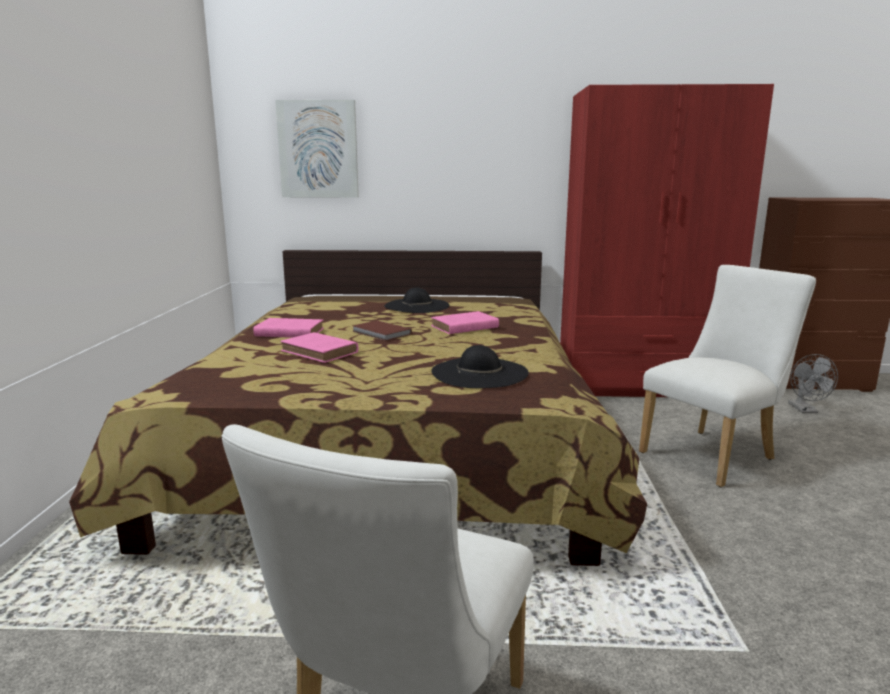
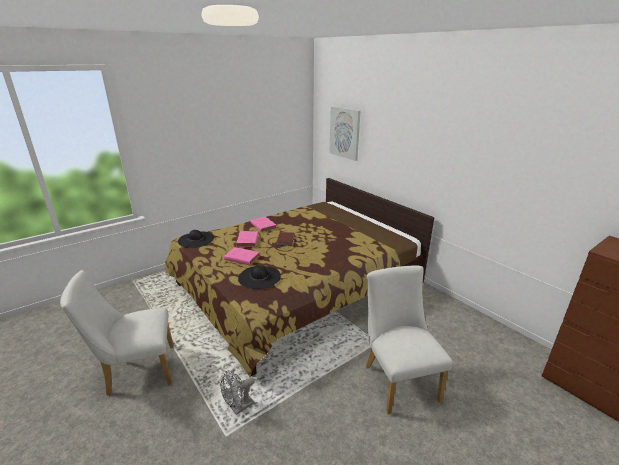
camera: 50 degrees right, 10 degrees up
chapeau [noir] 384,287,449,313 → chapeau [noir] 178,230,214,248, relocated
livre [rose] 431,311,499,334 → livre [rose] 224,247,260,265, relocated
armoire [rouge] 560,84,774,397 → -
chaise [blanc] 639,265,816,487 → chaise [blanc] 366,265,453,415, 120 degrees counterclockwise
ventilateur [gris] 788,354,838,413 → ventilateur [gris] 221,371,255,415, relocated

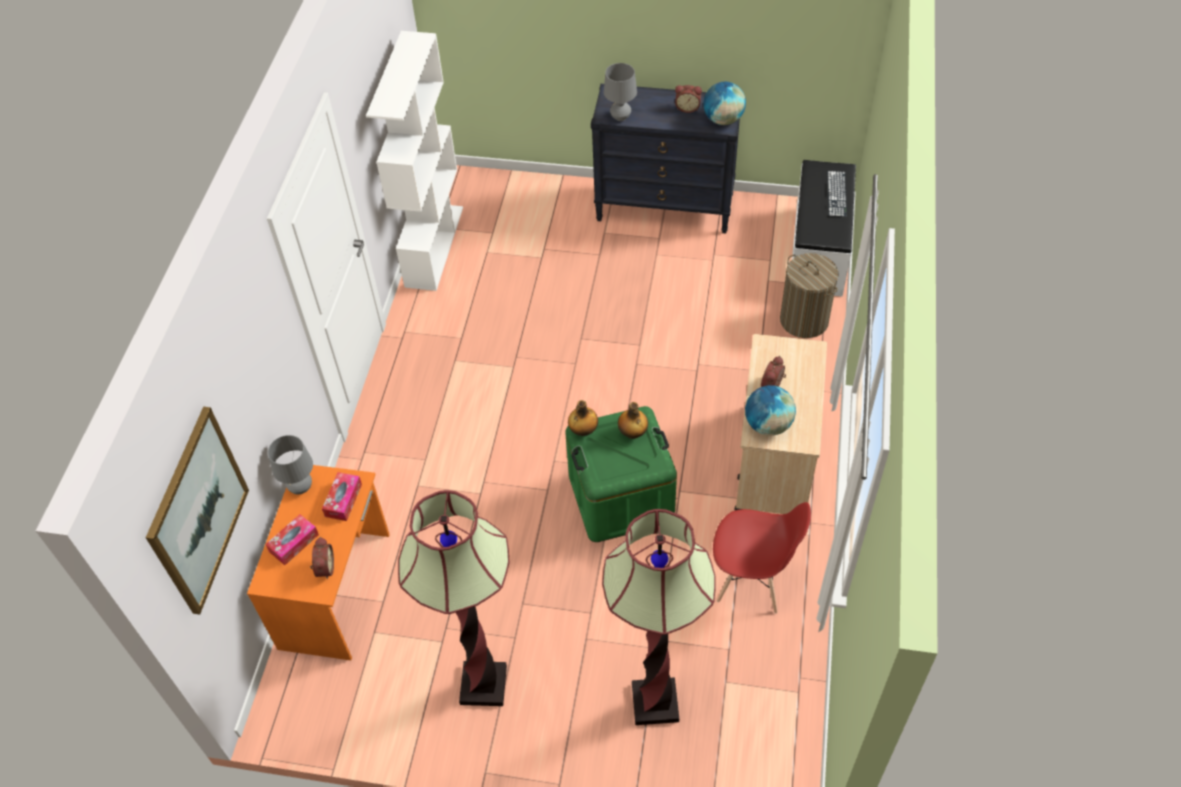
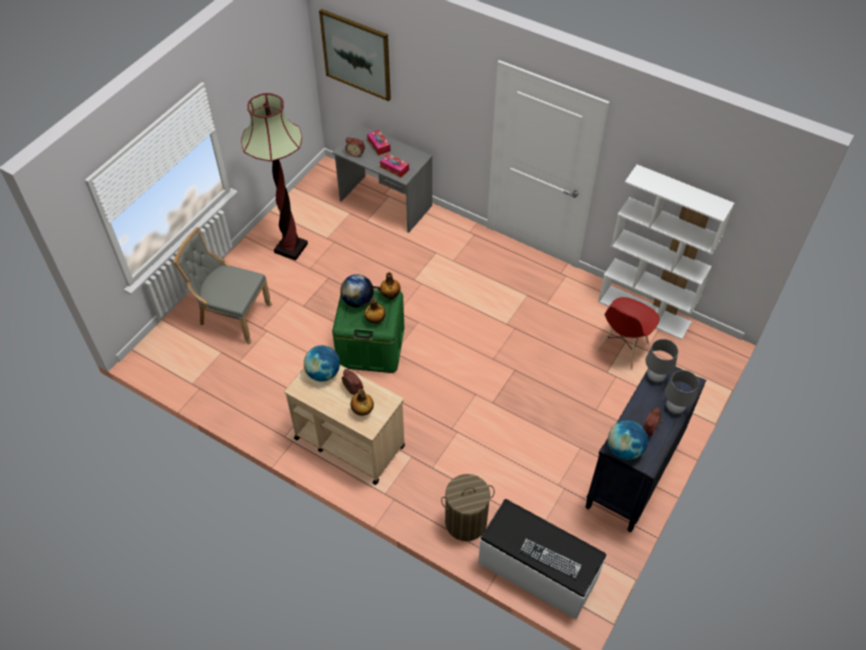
camera: 110 degrees right, 0 degrees up
bureau [orange] 247,465,390,660 → bureau [gris] 332,125,432,233
lampe de table [gris] 268,435,313,494 → lampe de table [gris] 665,370,699,414, relocated
lampadaire 602,509,716,725 → chaise [gris] 173,227,272,345
chaise [rouge] 713,502,811,613 → chaise [rouge] 596,297,660,370, relocated
- → globe 341,274,374,307
- → bouteille 350,389,374,416

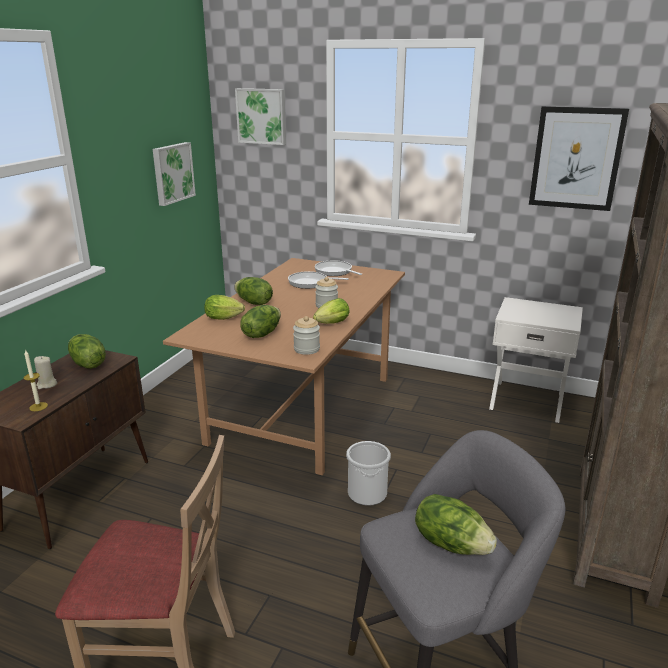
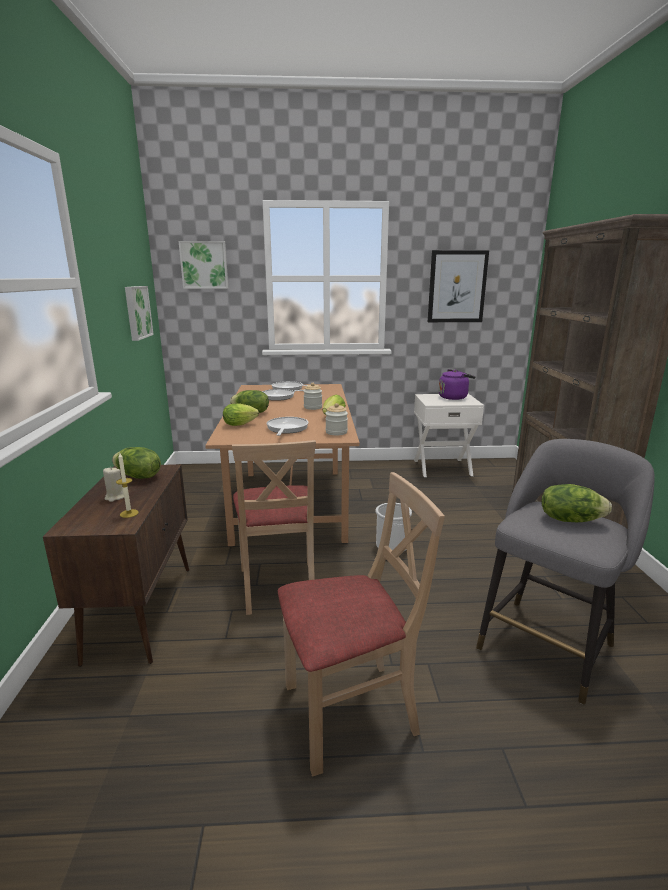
camera: 25 degrees left, 5 degrees down
laitue 240,305,281,338 → poêle 267,417,308,436
- → chaise [beige] 232,440,316,615
- → bouilloire [violet] 439,369,476,400

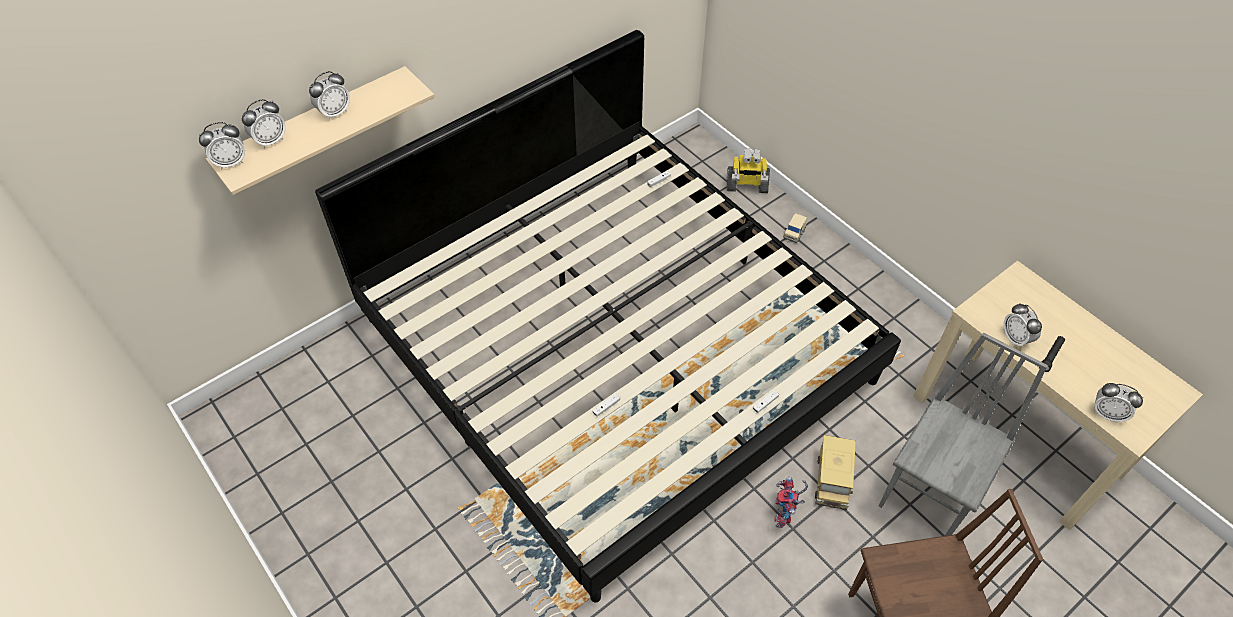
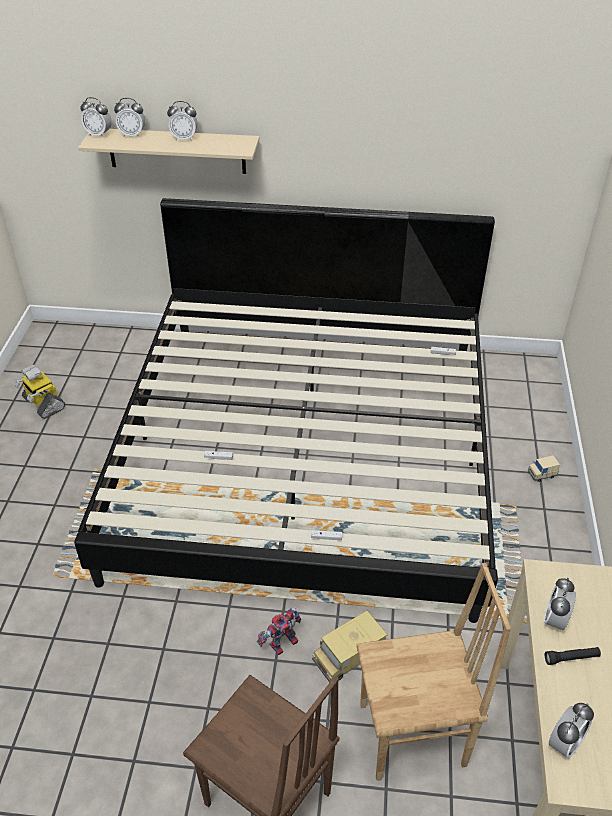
camera: 45 degrees right, 10 degrees down
robot jouet 727,148,770,193 → robot jouet 14,365,65,419, relocated
chaise [gris] 879,333,1048,536 → chaise [marron] 356,563,511,781
réveil 1095,383,1143,423 → réveil 549,703,594,759, 120 degrees counterclockwise

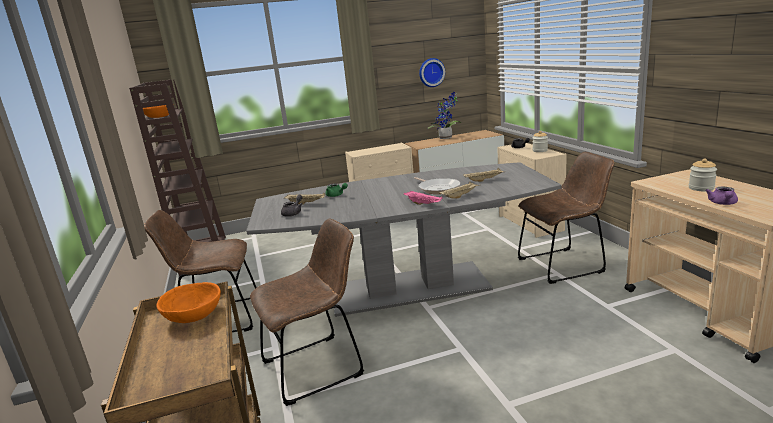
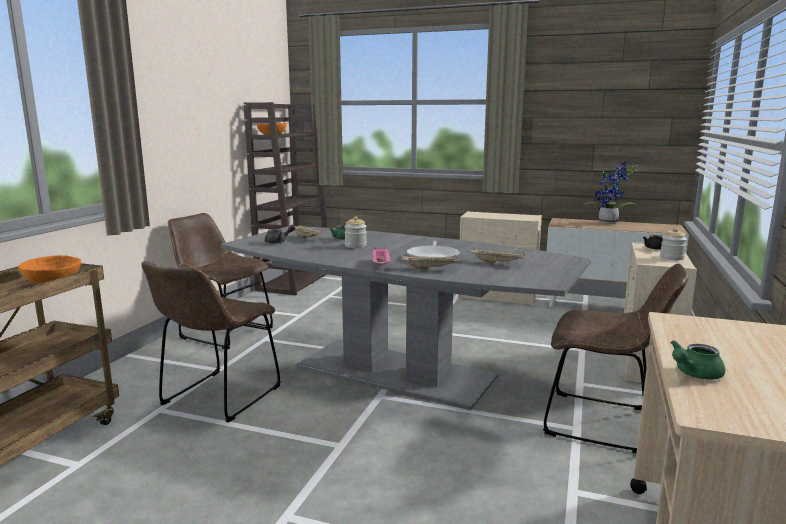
camera: 35 degrees right, 5 degrees down
chaise [marron] 250,218,364,406 → chaise [marron] 141,261,281,422, 105 degrees clockwise
horloge murale 419,58,445,87 → -
bocal 689,159,717,191 → bocal 344,216,367,248, relocated
théière [violet] 705,187,738,205 → théière [vert] 670,340,725,380

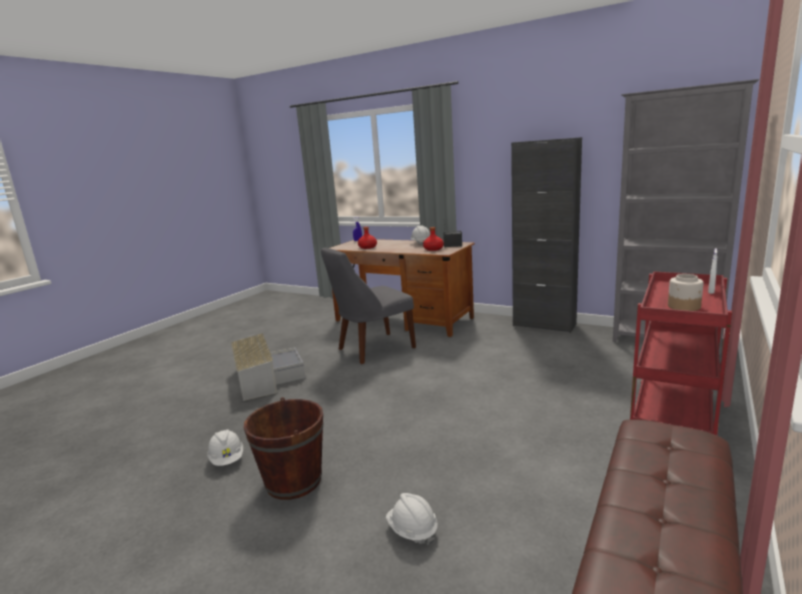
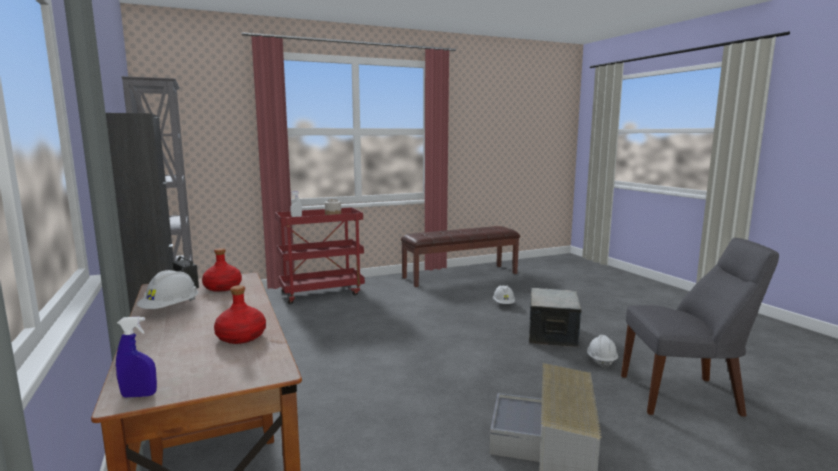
camera: 145 degrees left, 5 degrees down
seau [marron] 244,397,323,500 → boîte de rangement 529,288,582,347
chaise [gris] 321,247,416,364 → chaise [gris] 621,238,779,417, relocated

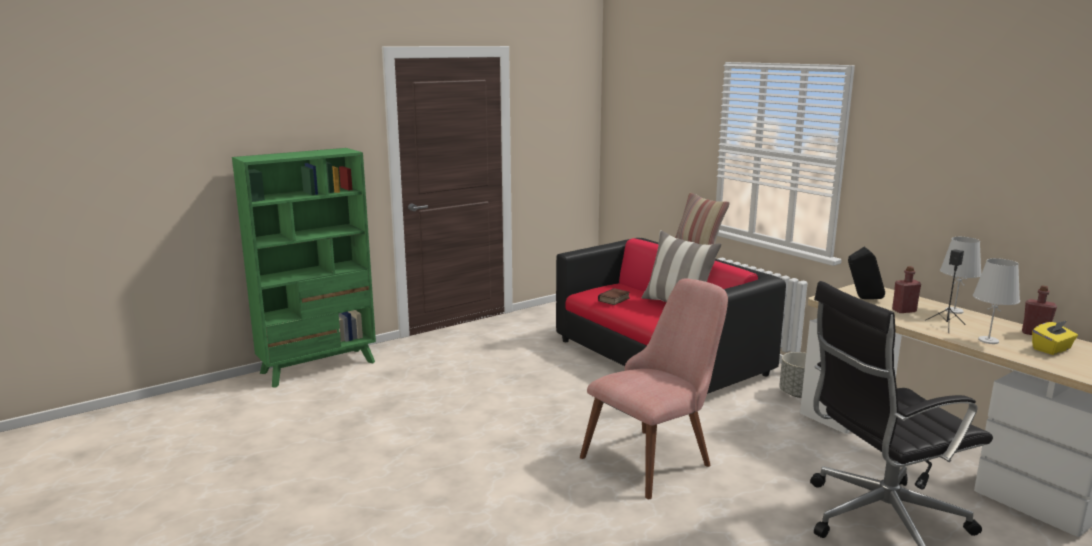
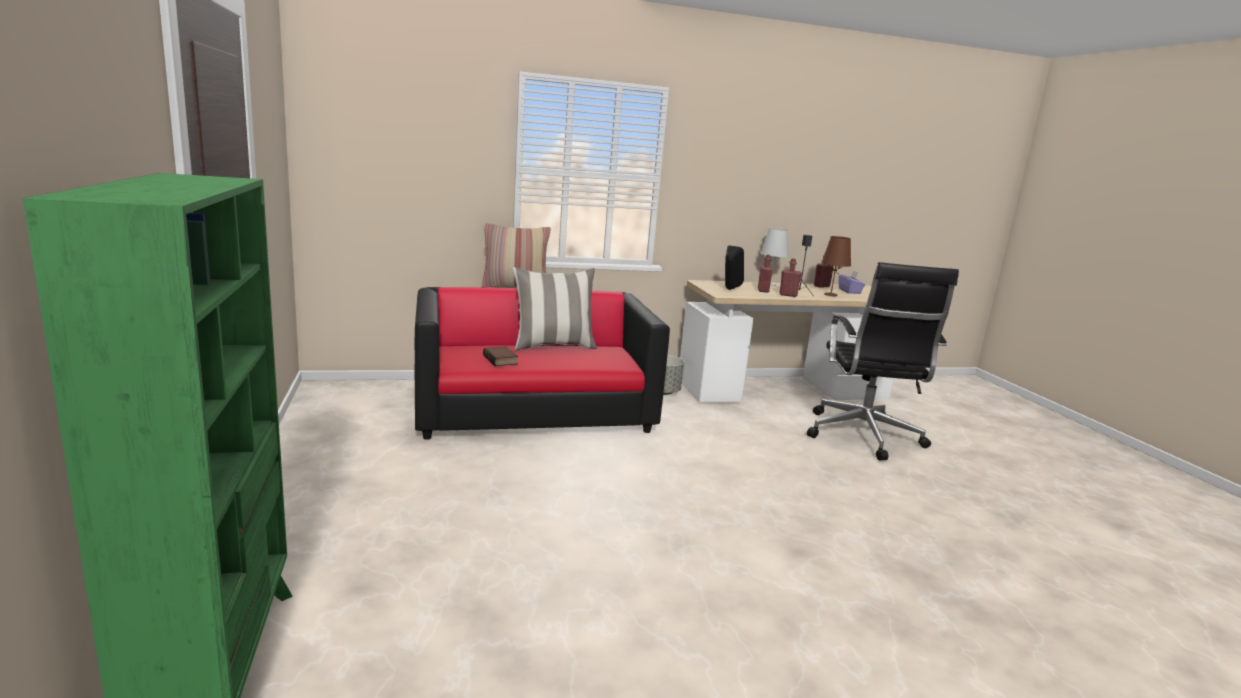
camera: 70 degrees left, 0 degrees up
chaise [rose] 580,278,728,499 → -
lampe de table [blanc] 973,258,1020,344 → lampe de table [marron] 822,236,851,296
boîte à mouchoirs [jaune] 1032,320,1078,355 → boîte à mouchoirs [violet] 839,271,865,294
- → bouteille [rouge] 779,258,802,297

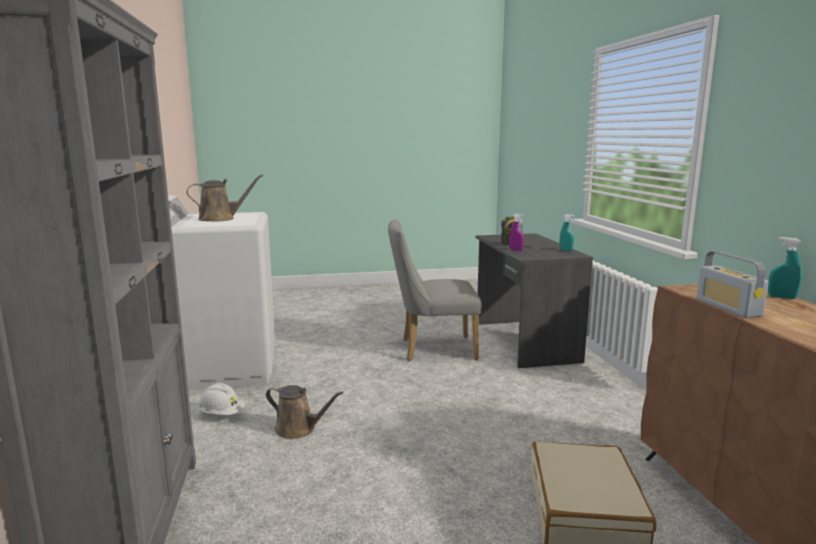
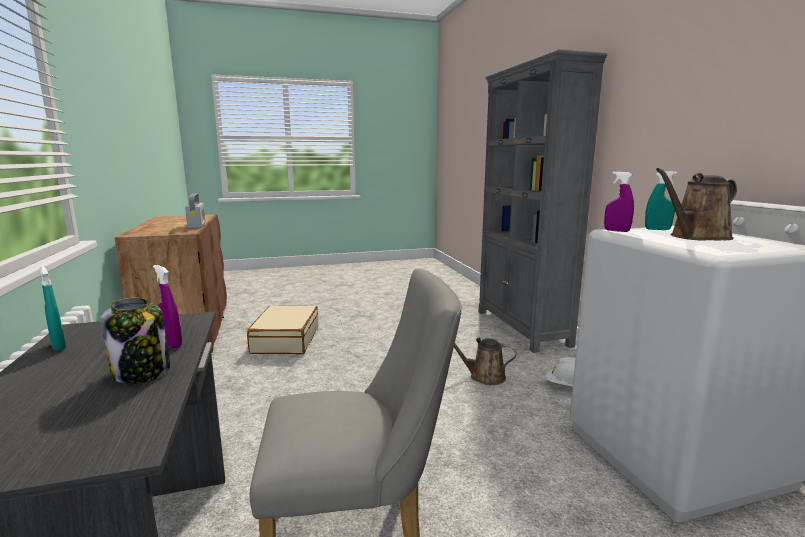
camera: 175 degrees right, 0 degrees up
vaporisateur [turquoise] 768,237,802,299 → vaporisateur [turquoise] 645,171,677,230, relocated
- → vaporisateur [violet] 604,171,634,232

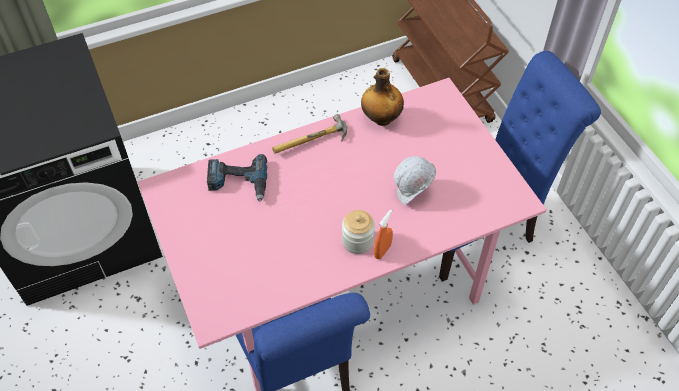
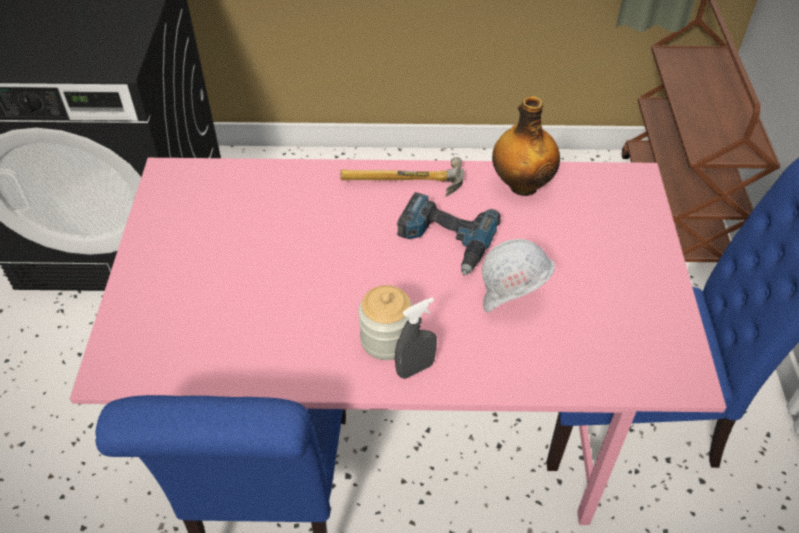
camera: 25 degrees right, 5 degrees down
perceuse 207,154,267,202 → perceuse 397,192,501,275, relocated
vaporisateur [orange] 374,210,393,259 → vaporisateur [gris] 395,297,437,379

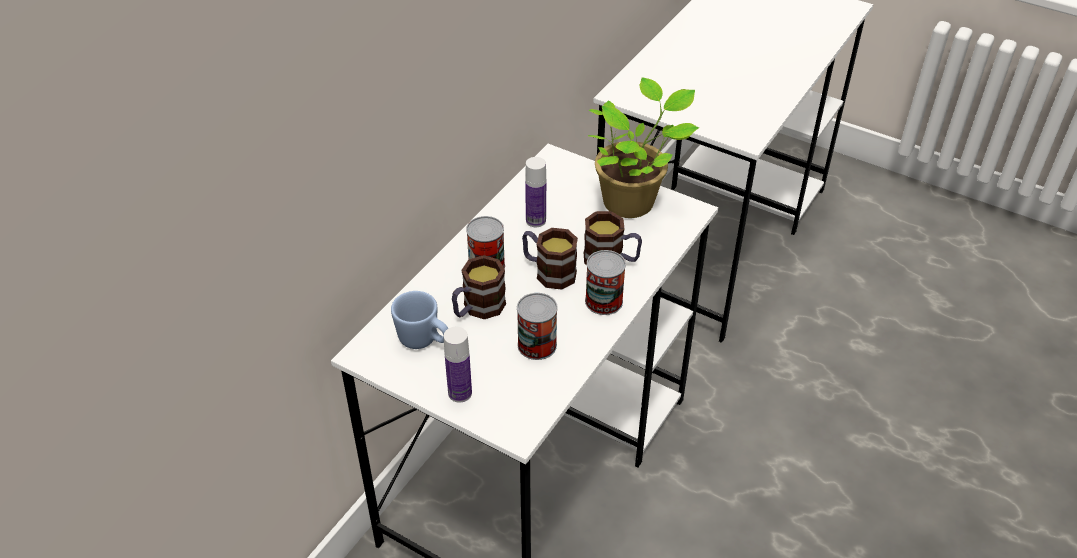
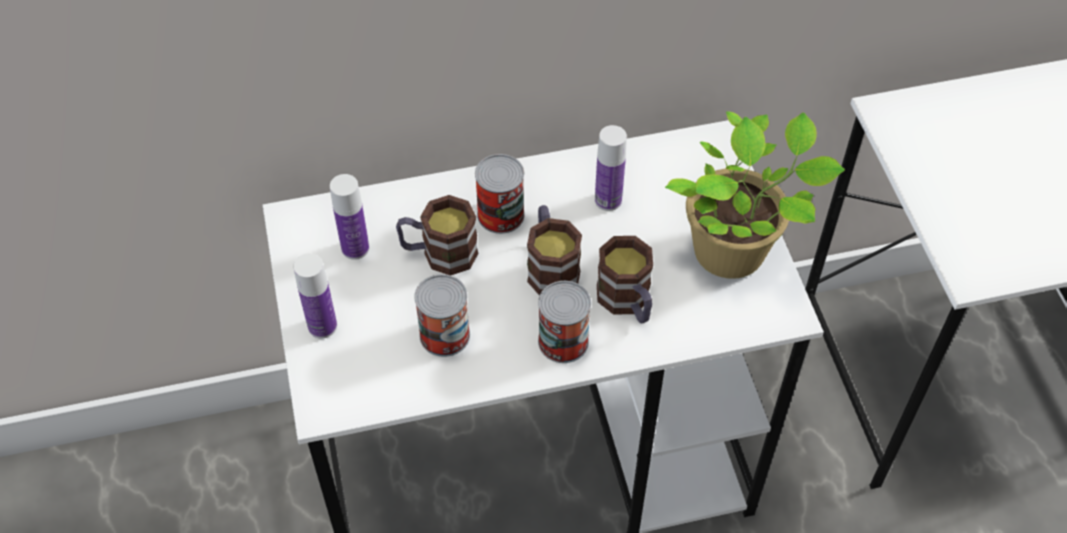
camera: 45 degrees right, 10 degrees up
mug [bleu] 391,291,448,349 → bouteille 330,174,369,260

